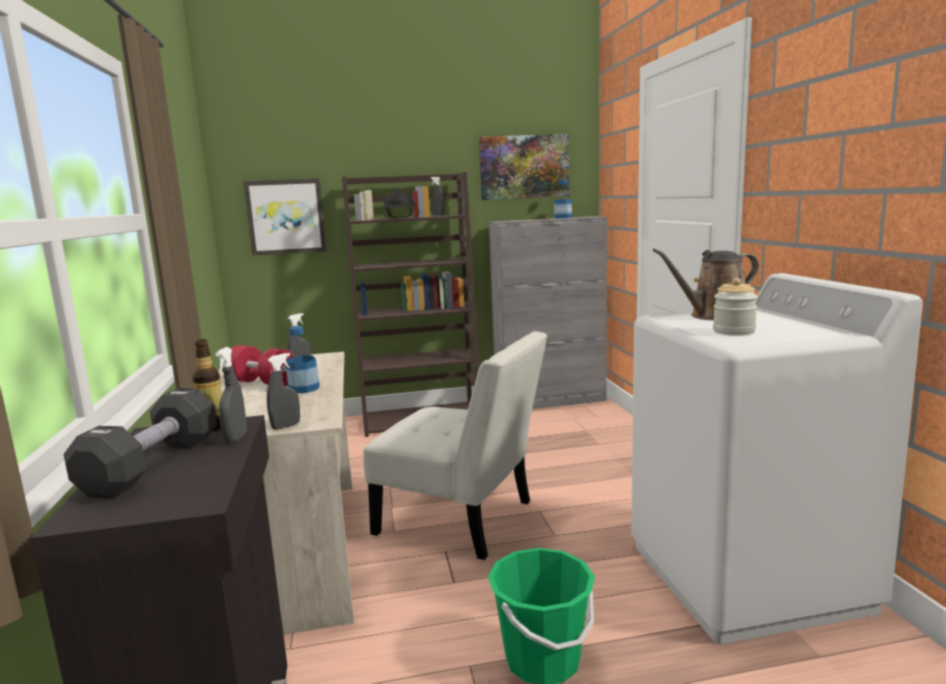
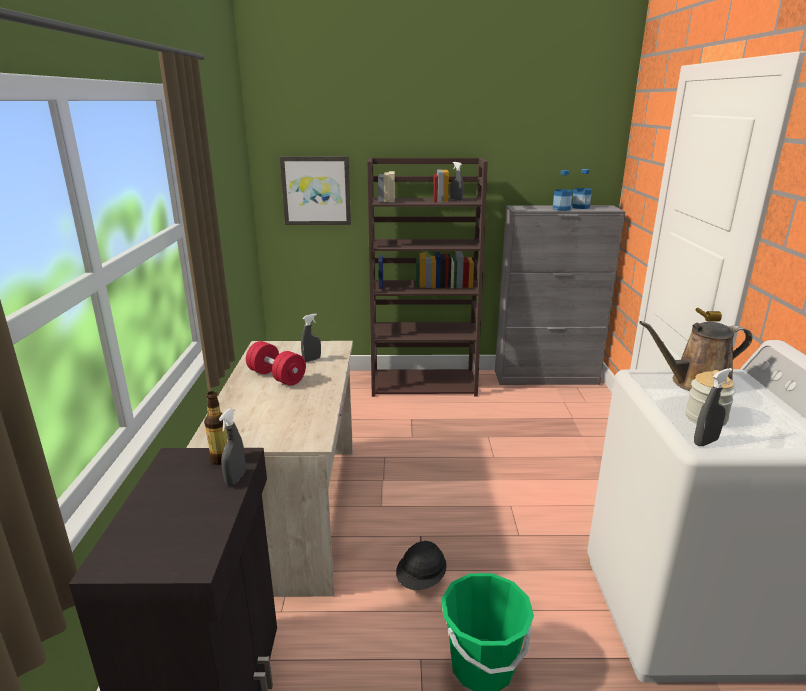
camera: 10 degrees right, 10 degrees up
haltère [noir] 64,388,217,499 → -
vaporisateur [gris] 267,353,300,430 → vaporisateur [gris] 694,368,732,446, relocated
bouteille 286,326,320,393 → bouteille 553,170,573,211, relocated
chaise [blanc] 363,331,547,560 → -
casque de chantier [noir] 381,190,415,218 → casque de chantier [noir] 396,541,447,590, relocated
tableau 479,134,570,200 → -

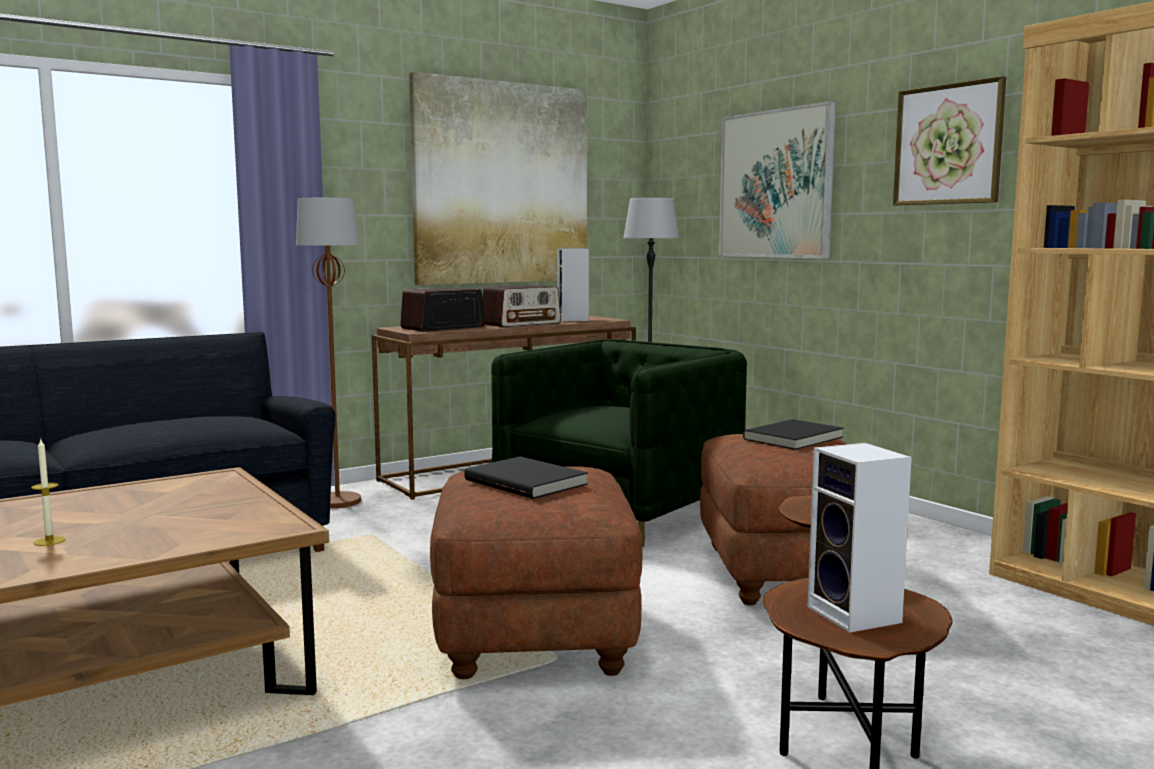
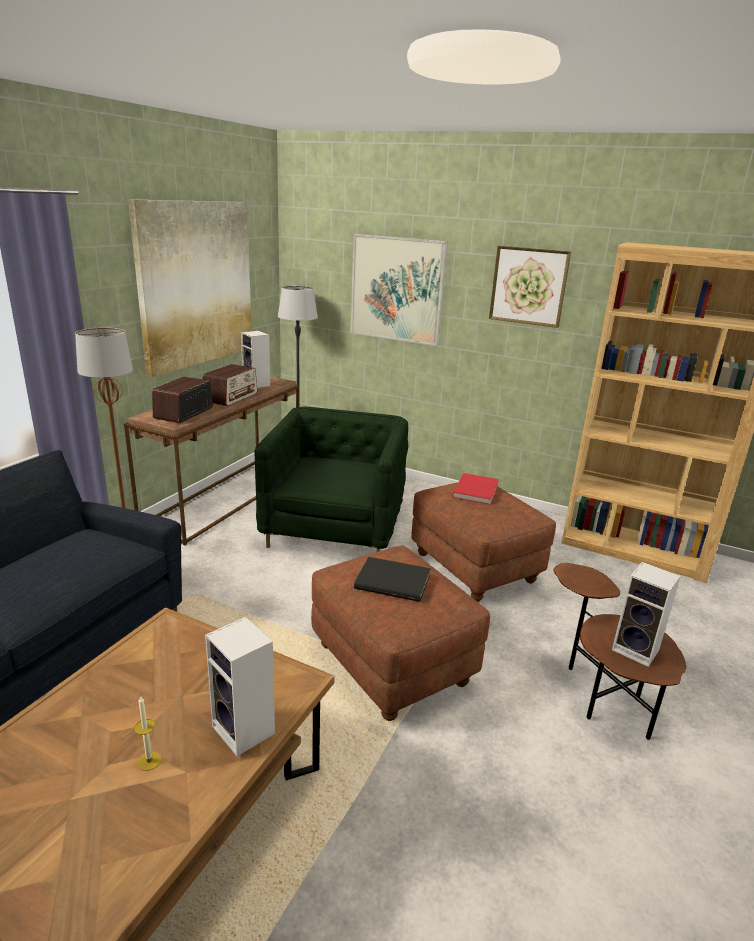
camera: 30 degrees left, 15 degrees up
livre [noir] 743,419,843,450 → livre [rouge] 452,473,499,505
- → enceinte 205,617,275,757

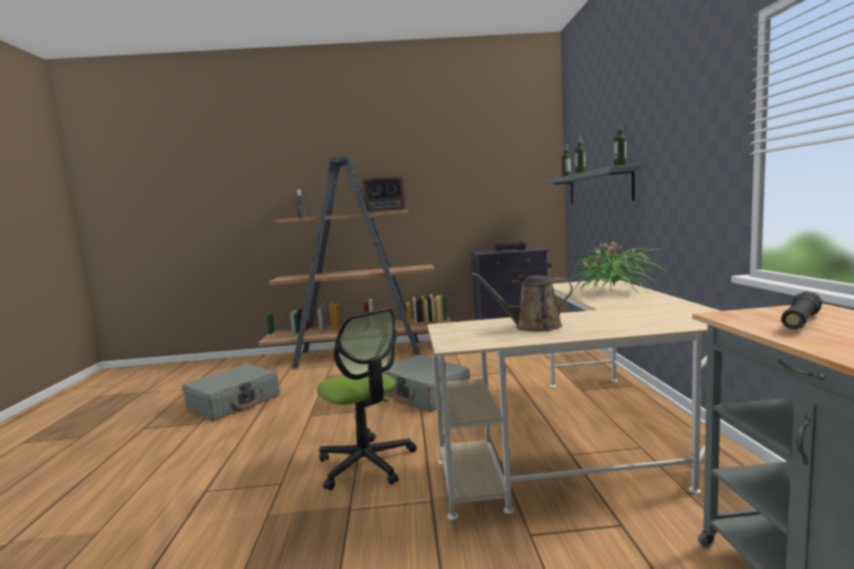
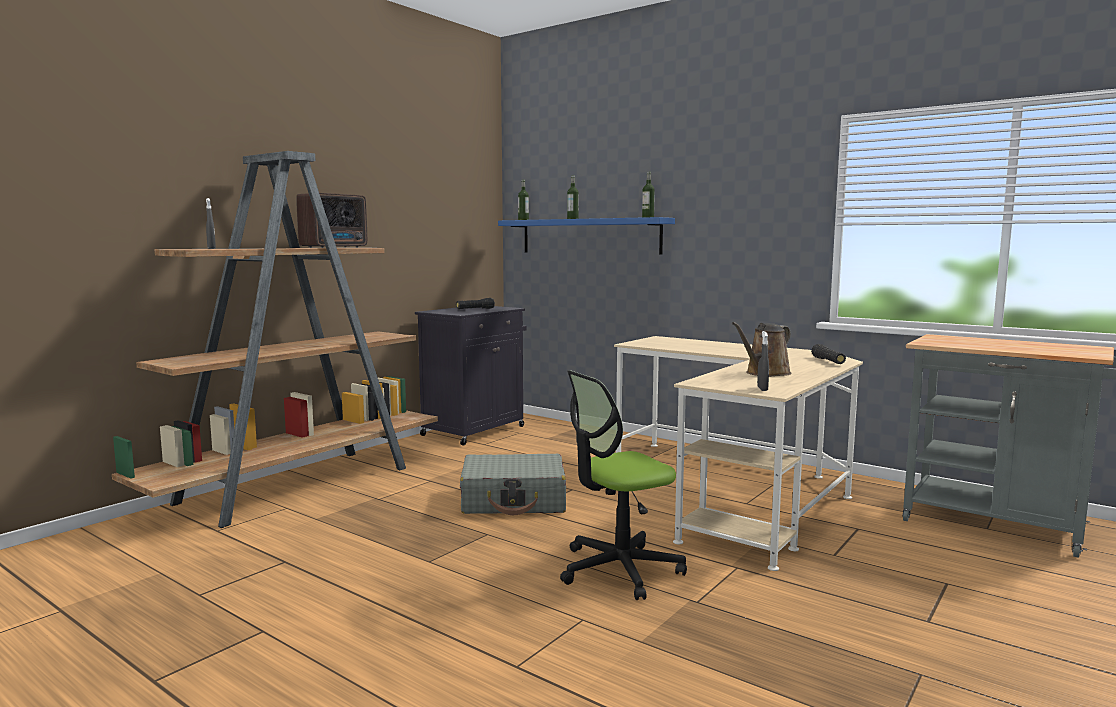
camera: 50 degrees left, 0 degrees up
valise [gris] 182,364,280,421 → -
chaise de bureau 317,308,417,490 → chaise de bureau 560,370,687,600, 150 degrees clockwise
étagère [gris] 546,164,641,204 → étagère [bleu] 498,217,675,254
plante en pot 567,242,667,296 → -
lampe de poche [noir] 781,291,823,329 → lampe de poche [noir] 811,344,846,364, relocated
- → vaporisateur [gris] 757,331,769,391

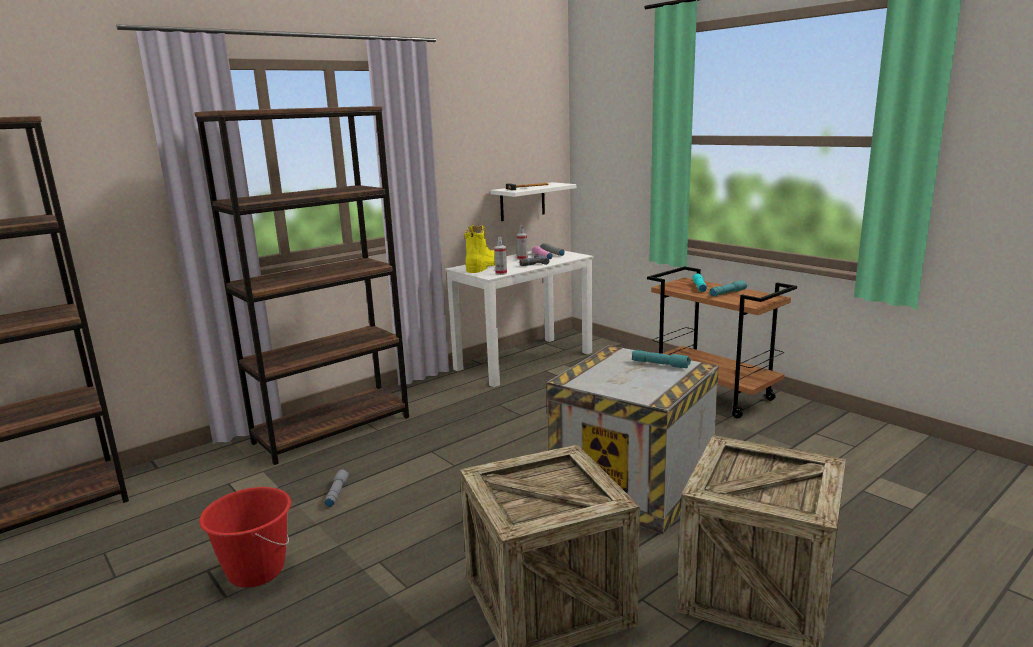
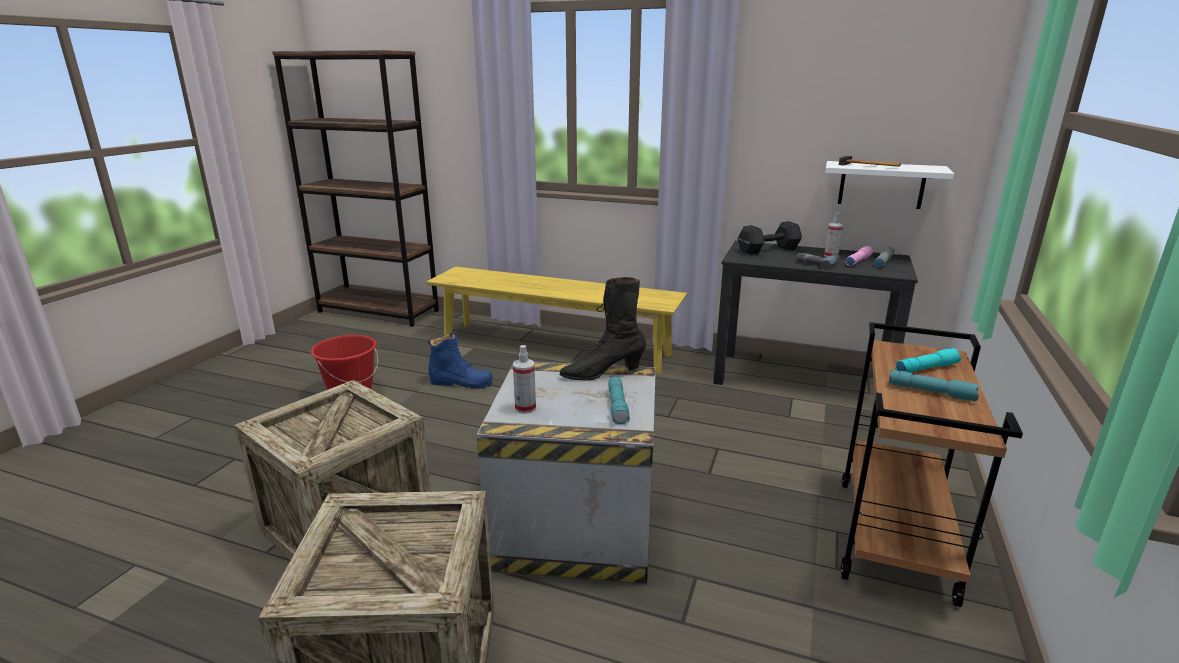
camera: 60 degrees right, 5 degrees up
bibliothèque [marron] 195,106,409,465 → banc [jaune] 426,267,687,373
lampe de poche [gris] 324,469,349,507 → botte [bleu] 428,333,493,389
bureau [blanc] 445,251,594,387 → bureau [noir] 713,241,918,385
botte [jaune] 465,225,495,273 → haltère [noir] 738,221,802,255
vaporisateur 494,237,507,275 → vaporisateur 513,345,536,414, relocated
- → botte [noir] 559,277,646,381

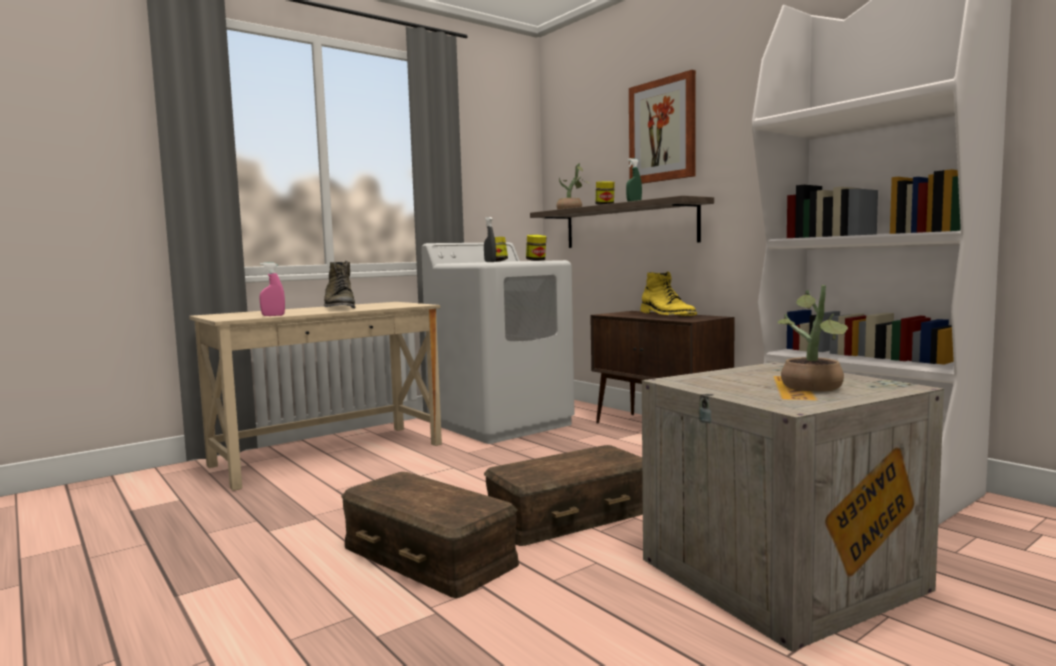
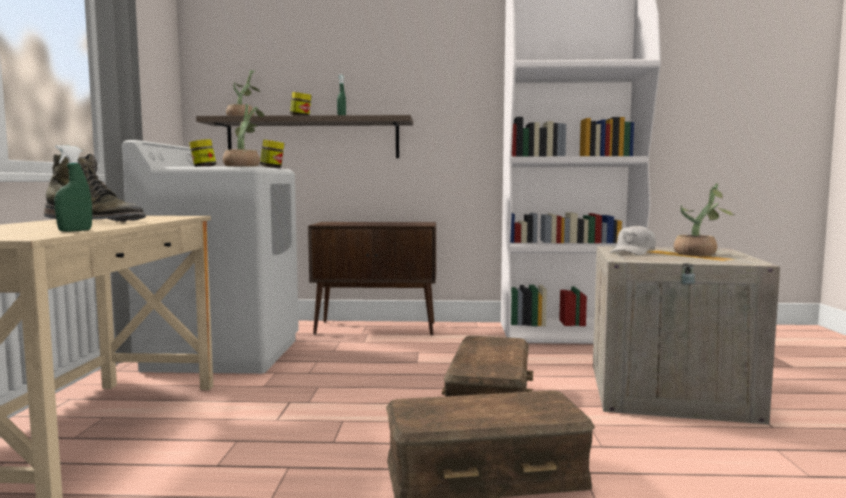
camera: 50 degrees left, 0 degrees up
vaporisateur [rose] 260,263,285,316 → vaporisateur [vert] 54,145,92,232
vaporisateur [gris] 484,217,496,262 → plante en pot 223,104,264,167
tableau 629,70,696,184 → -
botte [jaune] 640,272,697,316 → -
- → casquette [blanc] 610,225,656,255

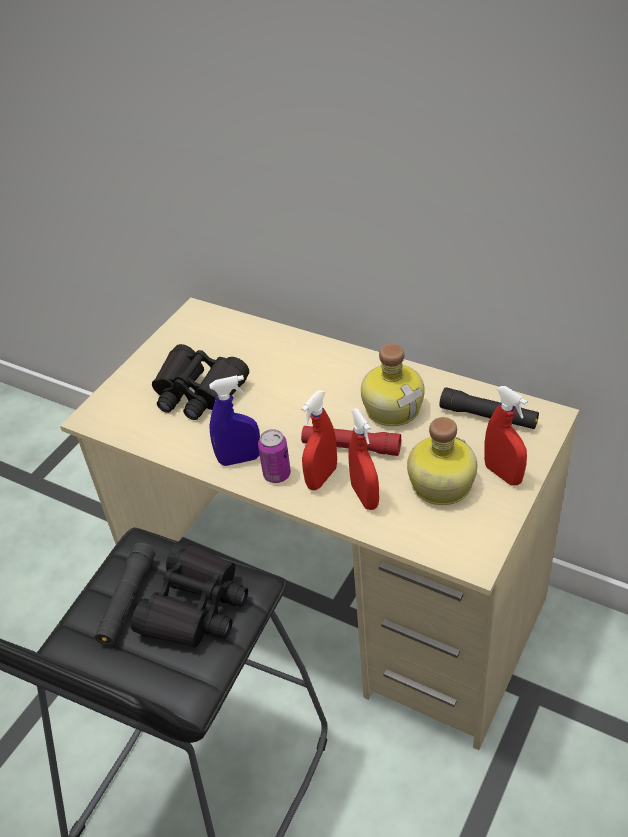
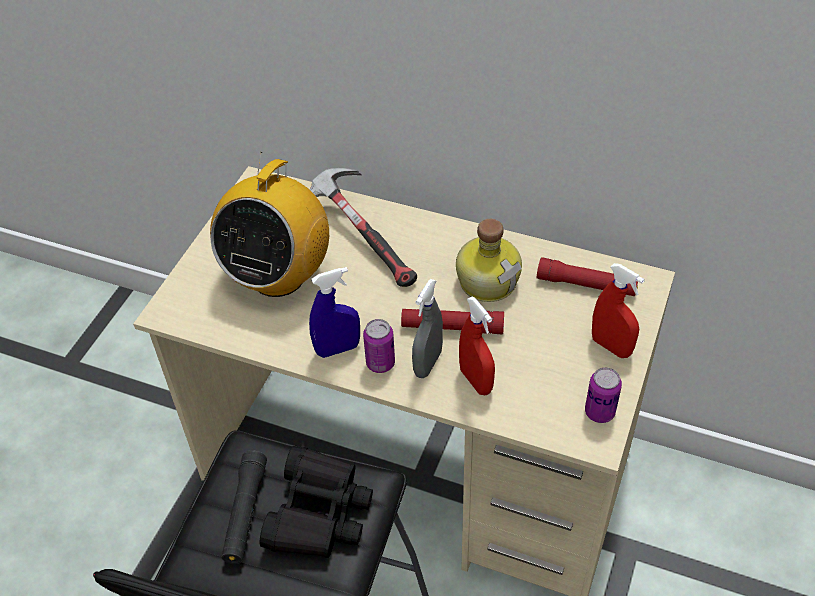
camera: 10 degrees left, 5 degrees up
jumelles [noir] 152,344,249,420 → radio 210,152,329,297
vaporisateur [rouge] 301,390,337,490 → vaporisateur [gris] 412,279,443,378
bouteille 407,417,477,505 → -
lampe de poche [noir] 439,387,539,429 → lampe de poche [rouge] 537,257,638,296
- → marteau 309,168,417,287
- → boîte métallique 585,367,622,423

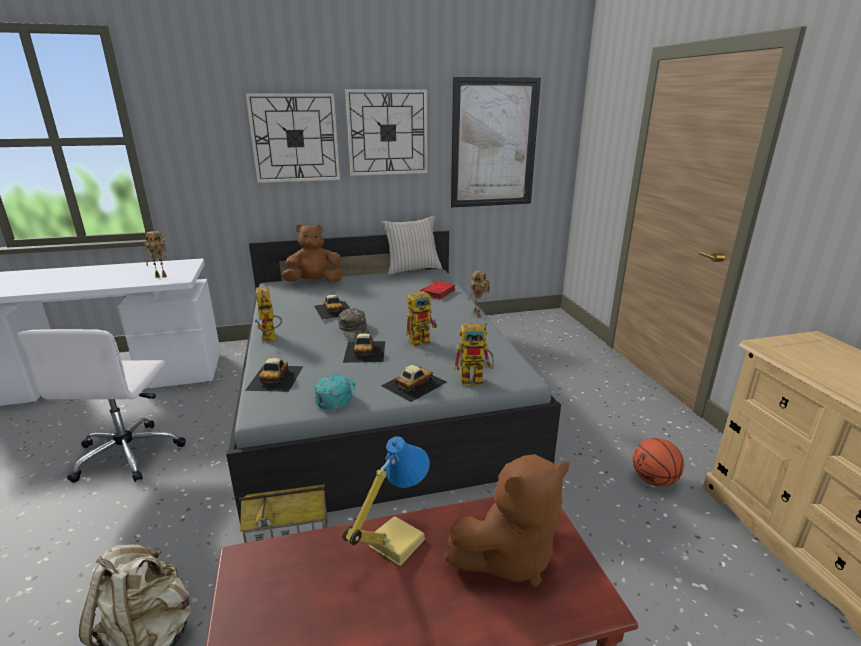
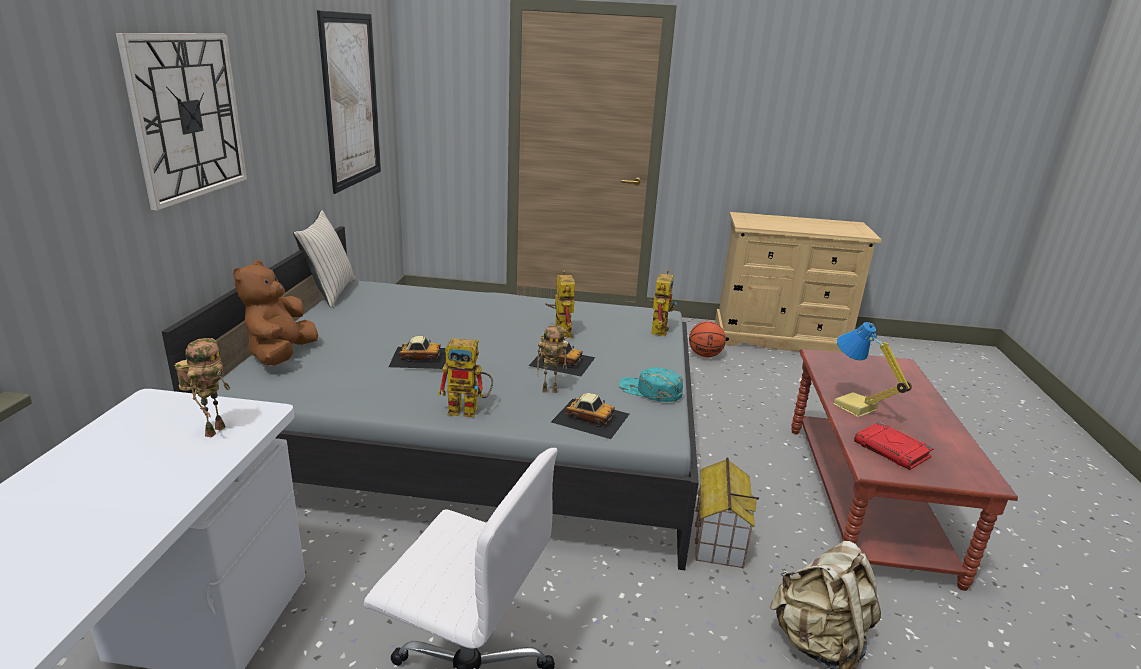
camera: 70 degrees left, 0 degrees up
casquette [vert] 338,308,370,338 → -
horloge murale 345,89,427,176 → -
petite voiture 381,365,447,402 → -
livre [rouge] 420,281,456,300 → livre [rouge] 854,422,934,470, relocated
peluche [marron] 444,454,569,587 → -
robot jouet 469,271,490,317 → robot jouet 537,326,569,393, relocated

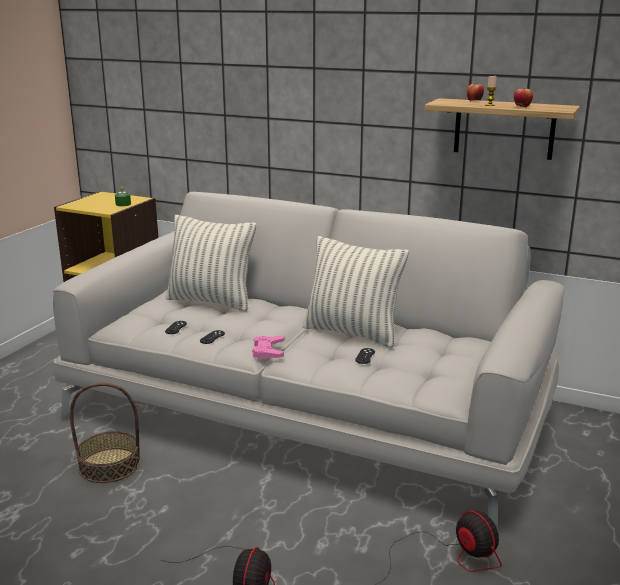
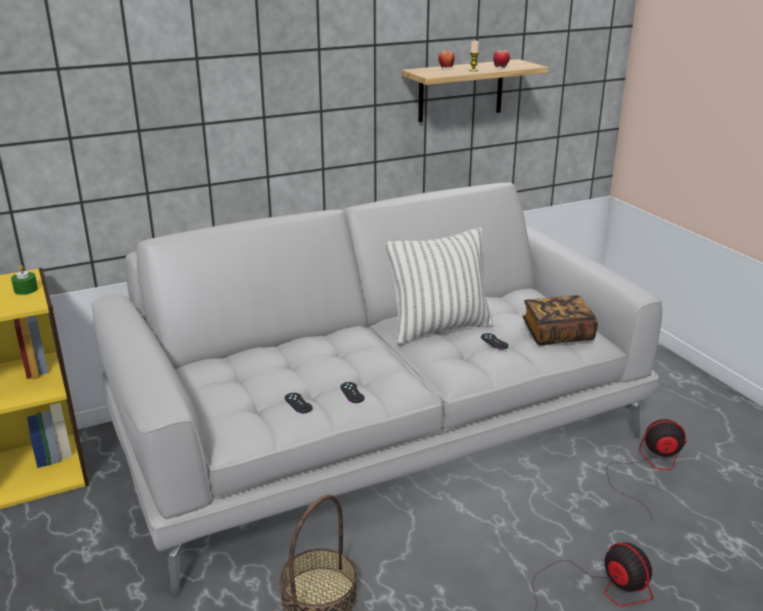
camera: 50 degrees left, 5 degrees up
coussin 166,215,256,311 → -
manette [rose] 252,335,285,359 → -
- → livre 523,295,598,346

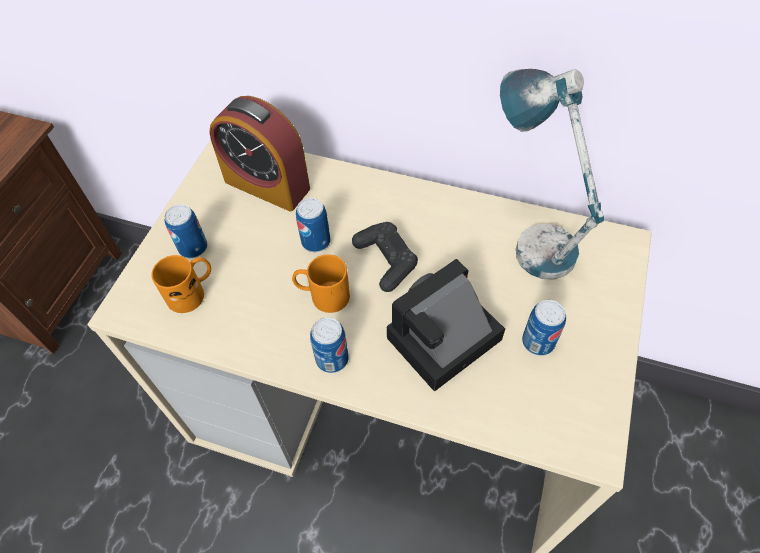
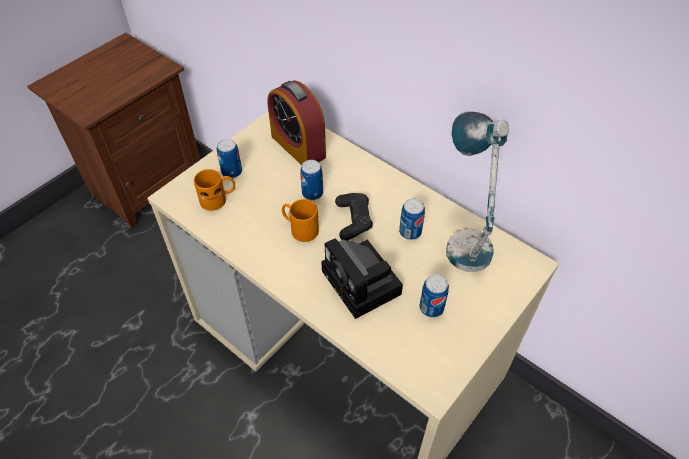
camera: 20 degrees right, 5 degrees down
boîte métallique 310,317,349,373 → boîte métallique 399,198,425,240, relocated
appareil photo 387,259,505,392 → appareil photo 321,238,403,319, 105 degrees counterclockwise

